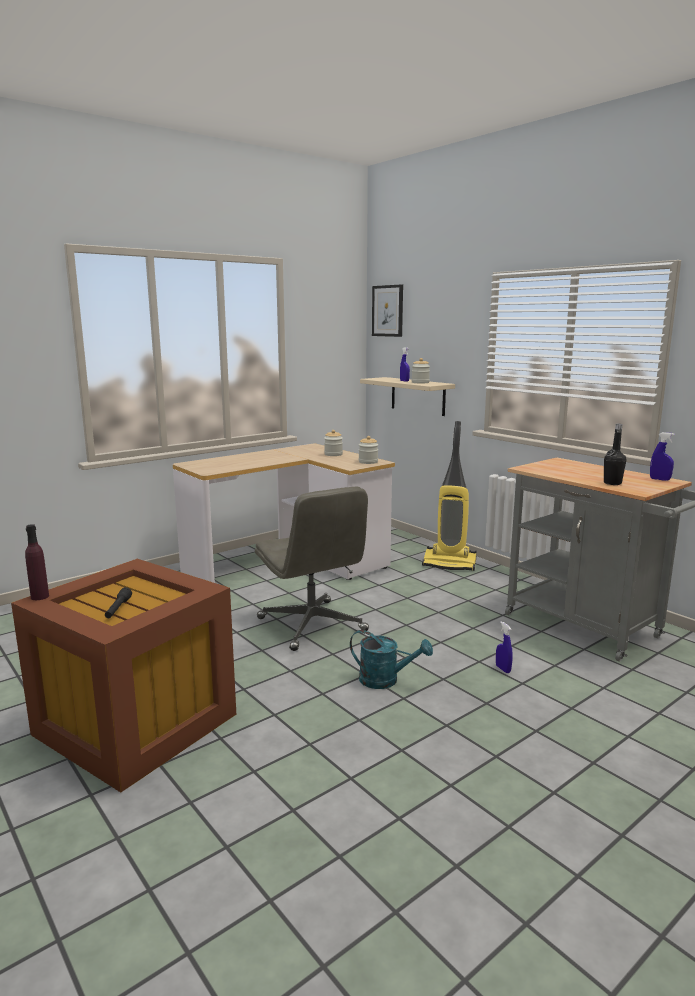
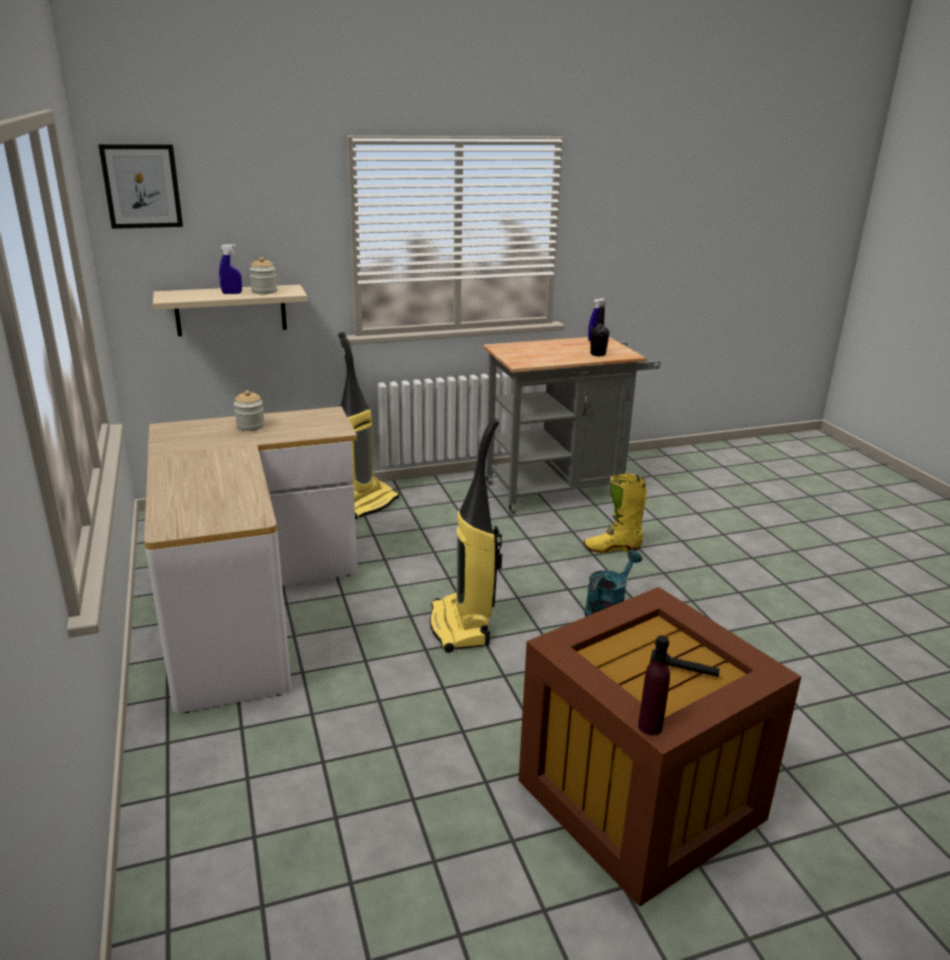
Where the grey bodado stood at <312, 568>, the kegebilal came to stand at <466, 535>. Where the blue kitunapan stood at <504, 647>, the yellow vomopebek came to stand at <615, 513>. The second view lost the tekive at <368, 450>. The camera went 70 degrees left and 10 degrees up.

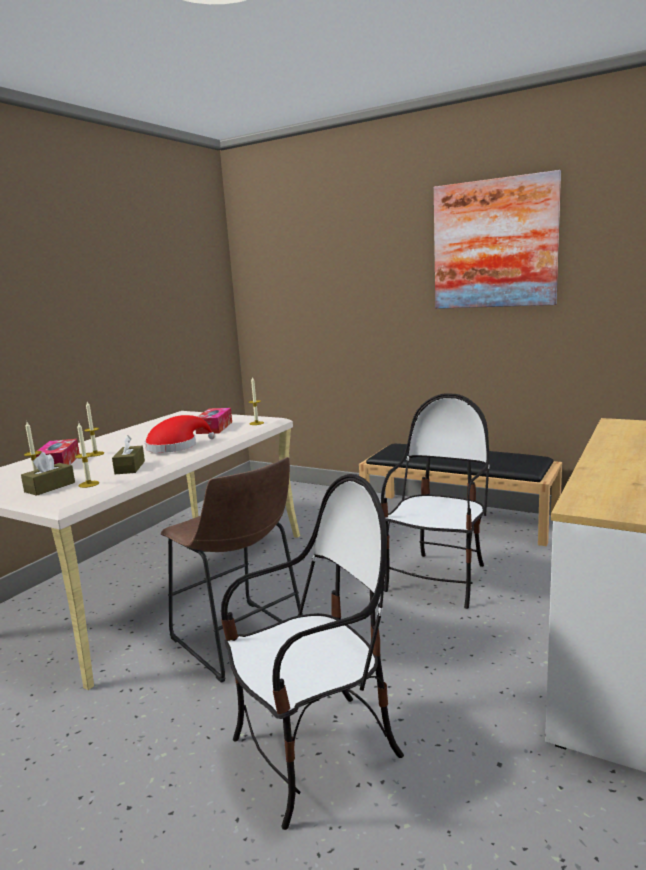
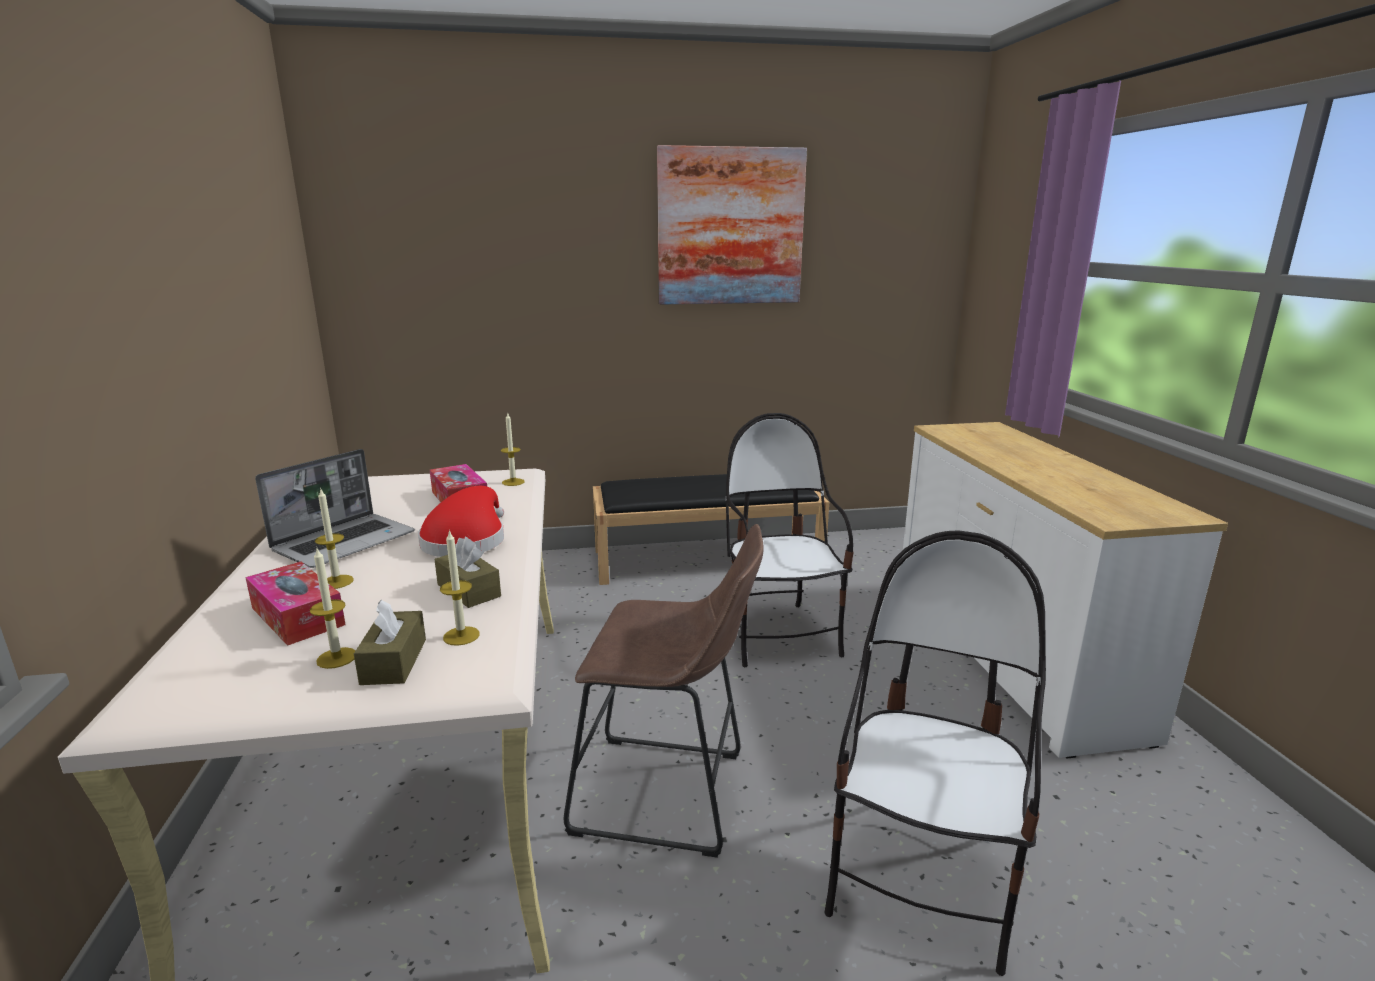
The second view gained the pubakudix at <335, 508>. The camera went 40 degrees left and 5 degrees up.

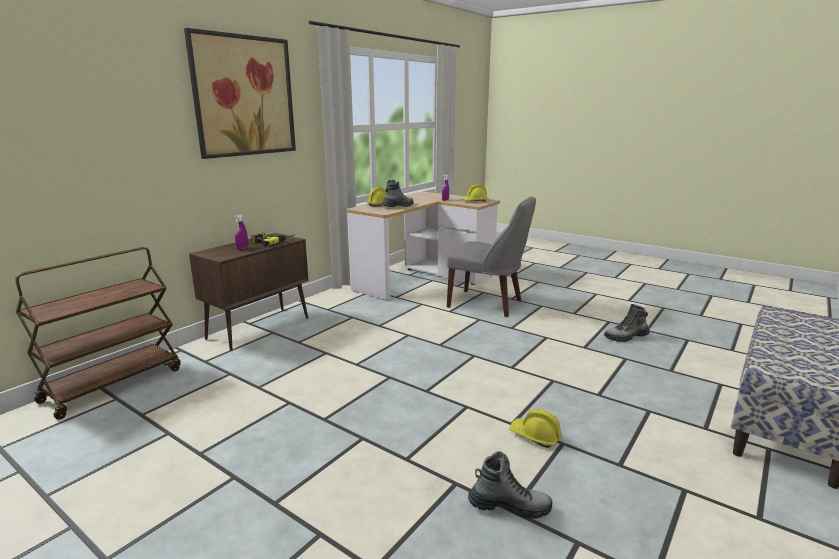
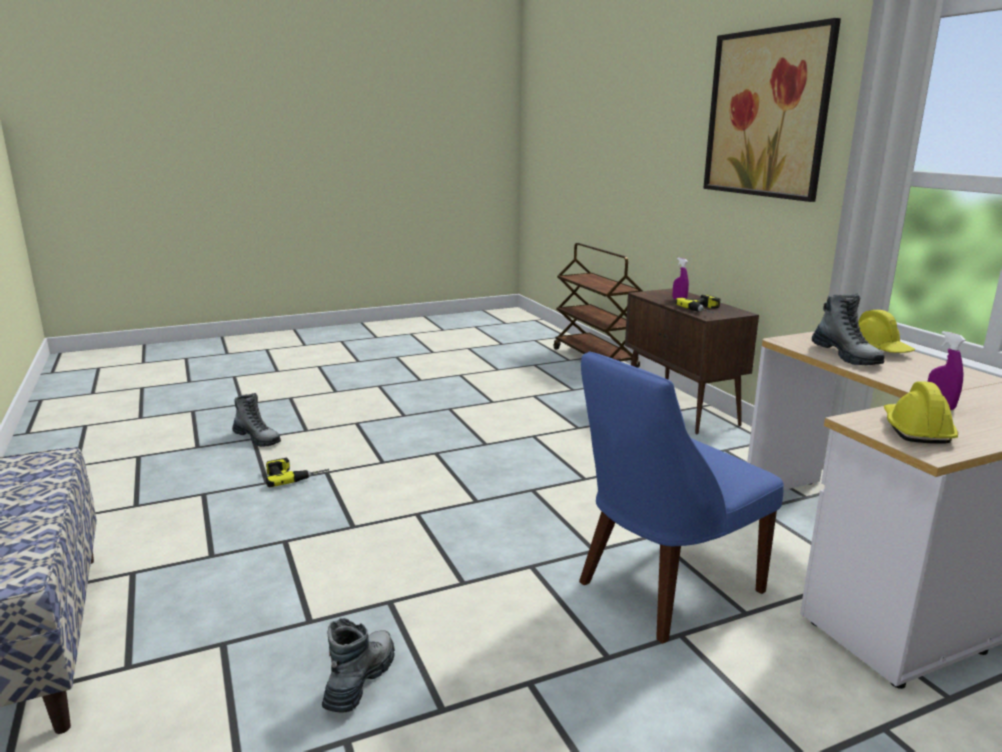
The vomopebek at <510, 485> ended up facing another way, 90 degrees counterclockwise from before. Where the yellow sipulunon stood at <535, 428>, the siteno came to stand at <298, 472>. What was the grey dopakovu at <491, 256> turned into the blue dopakovu at <681, 497>. The camera went 120 degrees right and 0 degrees up.

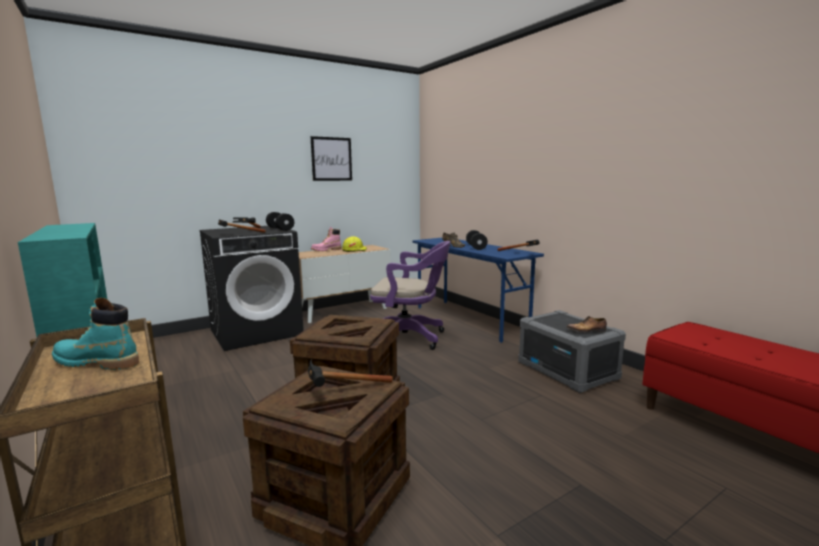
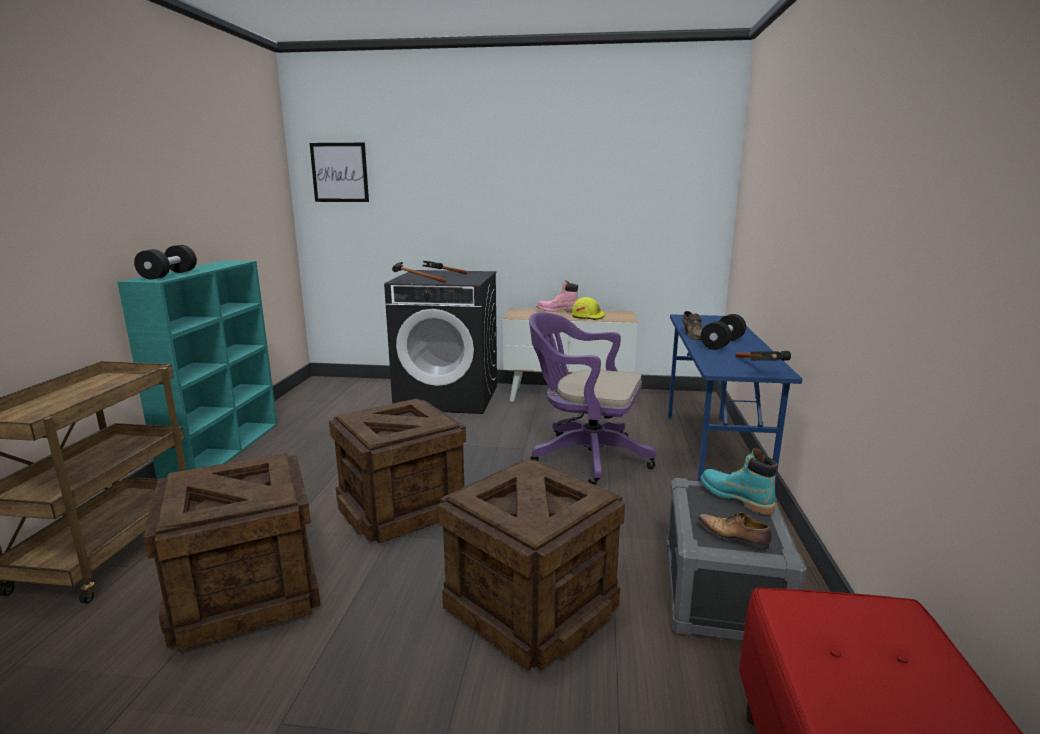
The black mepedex ended up elsewhere, having gone from <280, 221> to <165, 262>. The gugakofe ended up elsewhere, having gone from <331, 158> to <339, 172>. The second view gained the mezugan at <531, 565>. The purple bodado at <410, 295> ended up facing another way, 150 degrees clockwise from before. The turquoise vomopebek ended up elsewhere, having gone from <95, 334> to <739, 481>. The second view lost the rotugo at <350, 373>. The camera went 40 degrees right and 5 degrees up.

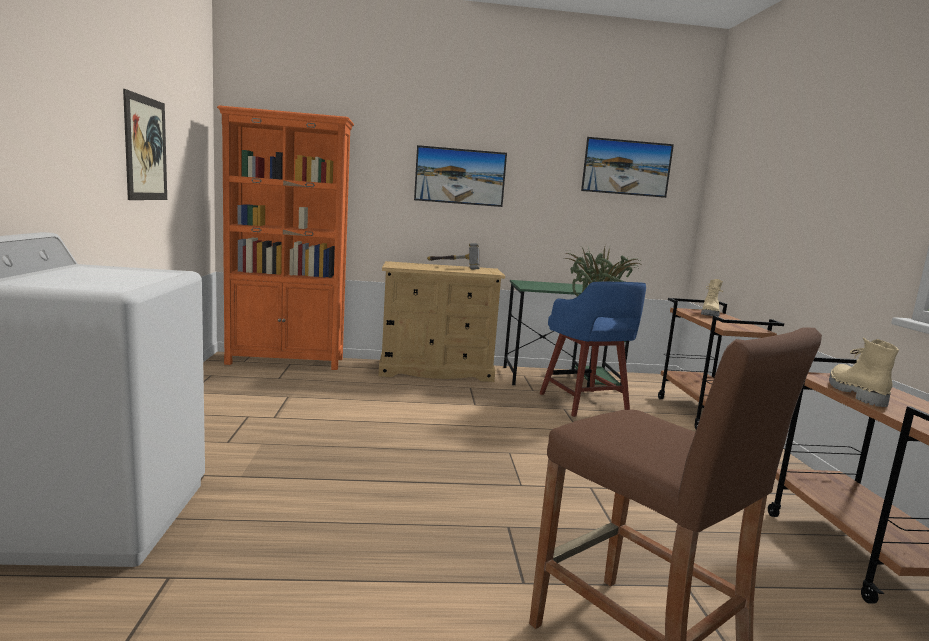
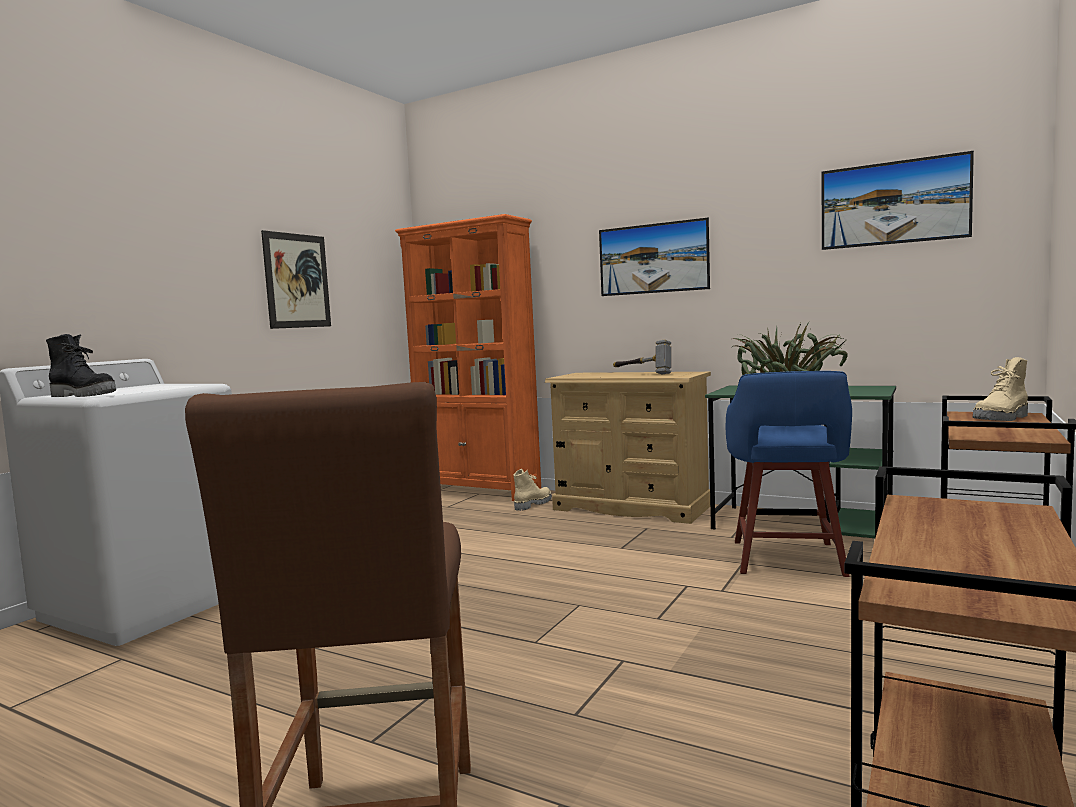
The second view gained the black vomopebek at <81, 365>. The beige vomopebek ended up elsewhere, having gone from <864, 372> to <533, 490>. The camera went 35 degrees right and 5 degrees down.

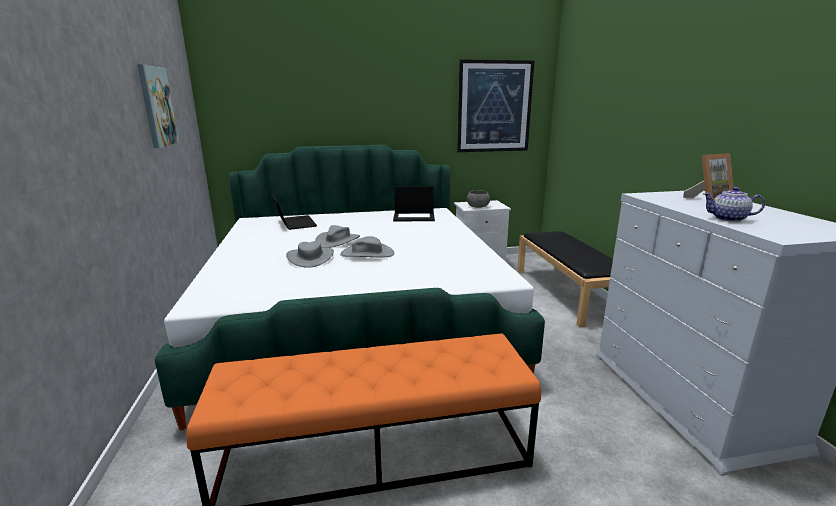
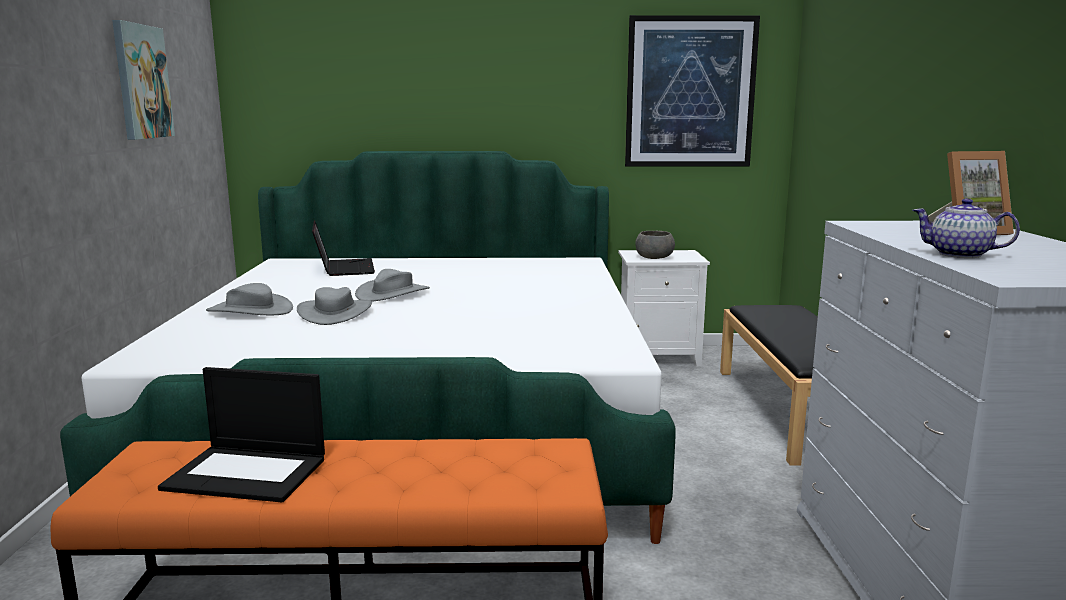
The pubakudix ended up elsewhere, having gone from <414, 203> to <241, 434>. The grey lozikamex ended up elsewhere, having gone from <367, 247> to <249, 299>. The camera went 10 degrees right and 5 degrees down.

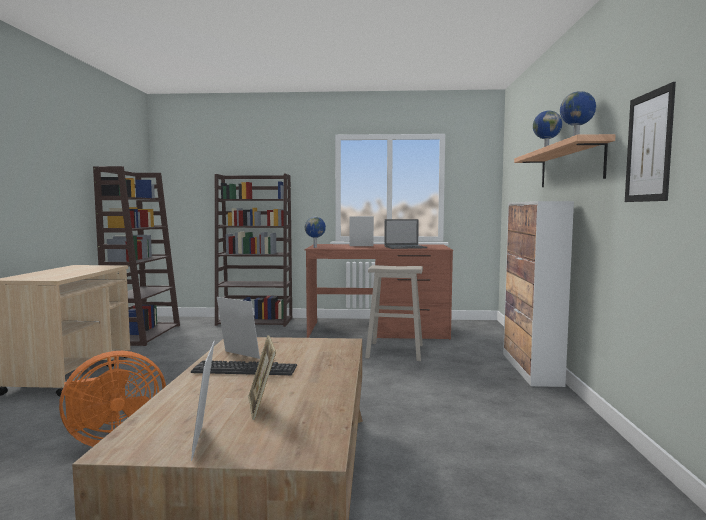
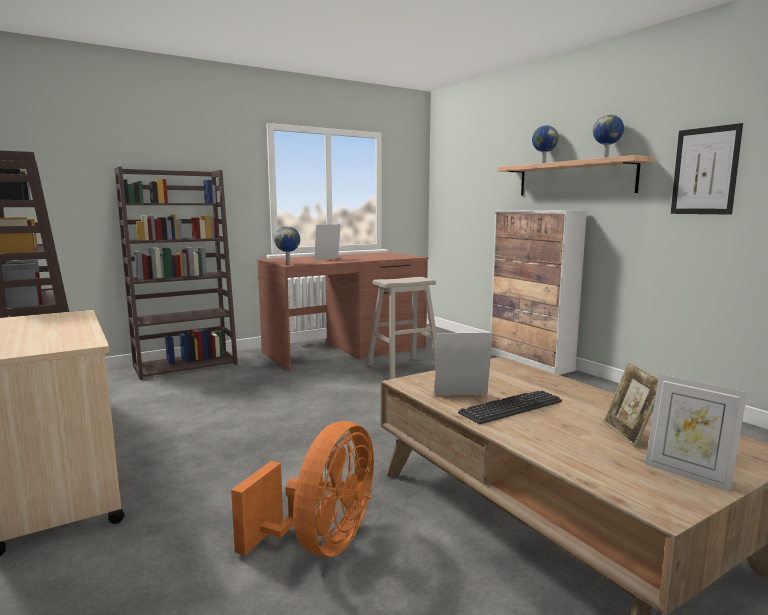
The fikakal at <262, 377> ended up facing another way, 45 degrees clockwise from before. The second view lost the pubakudix at <405, 234>. The camera went 35 degrees left and 5 degrees up.

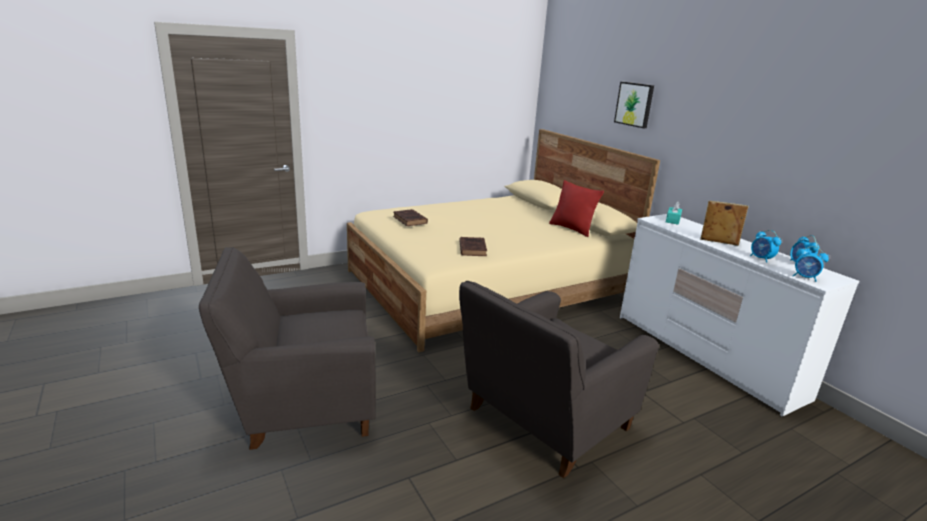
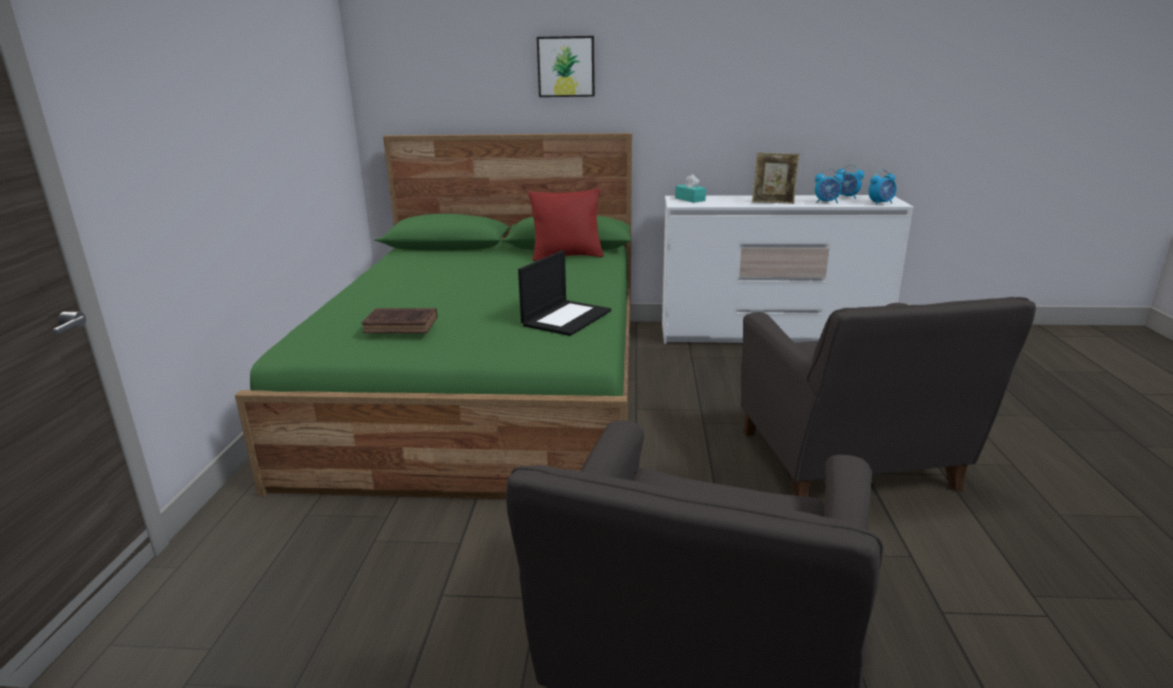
What was the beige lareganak at <503, 240> turned into the green lareganak at <433, 316>. Where the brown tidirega stood at <473, 246>, the pubakudix came to stand at <564, 293>. The fikakal at <724, 223> ended up facing another way, 135 degrees counterclockwise from before. The camera went 55 degrees left and 0 degrees up.

